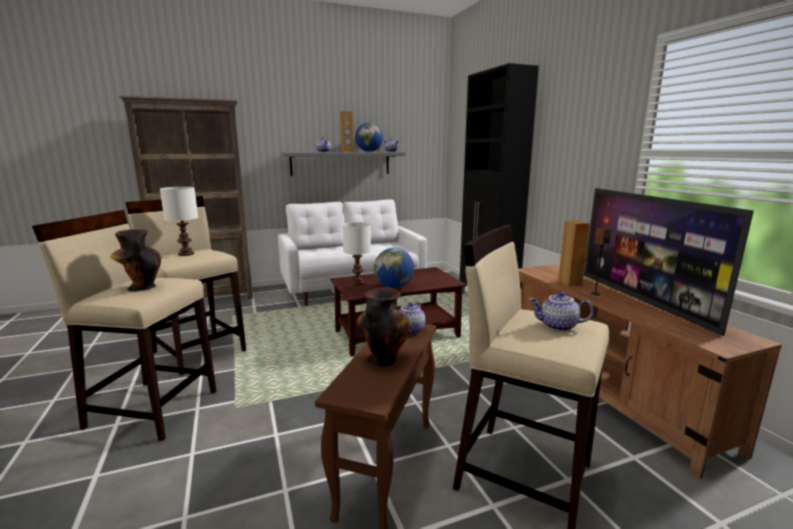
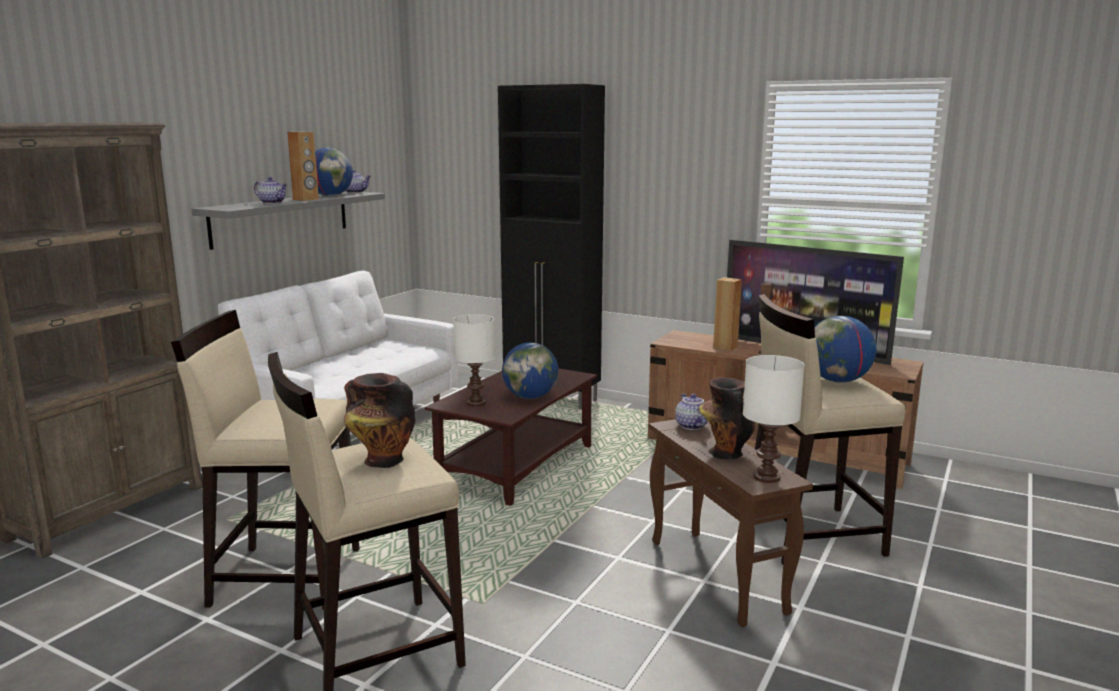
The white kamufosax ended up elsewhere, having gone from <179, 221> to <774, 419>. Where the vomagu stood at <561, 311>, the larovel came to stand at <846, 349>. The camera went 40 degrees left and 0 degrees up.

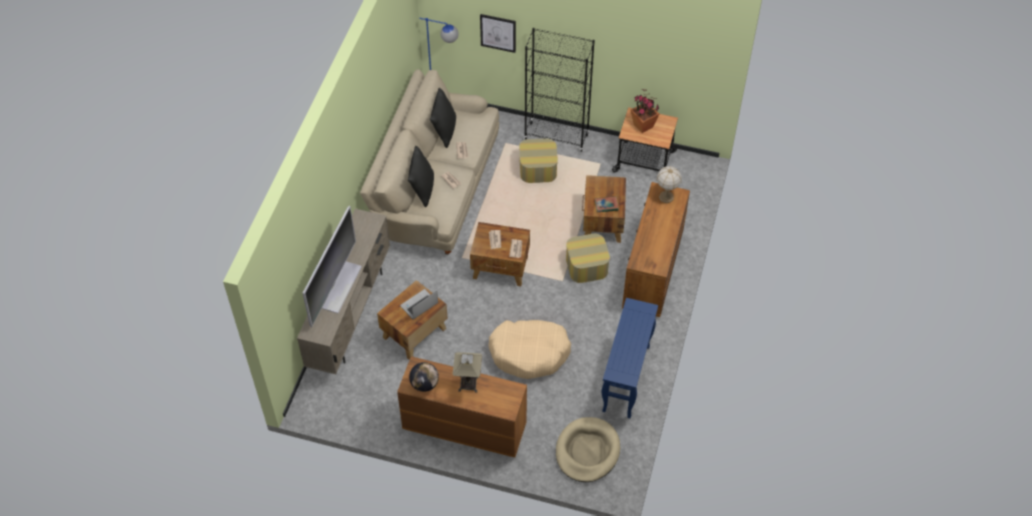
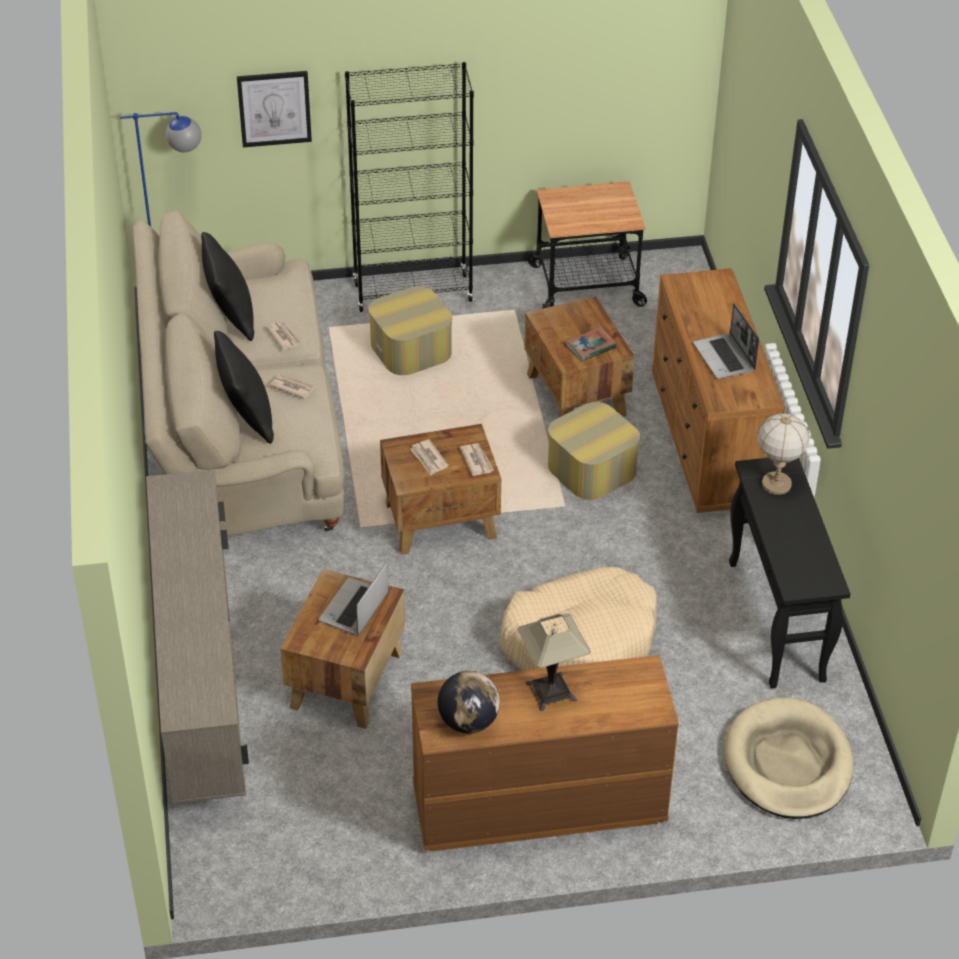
The second view gained the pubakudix at <726, 341>. What was the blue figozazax at <630, 358> turned into the black figozazax at <790, 573>. The kamufosax ended up elsewhere, having gone from <669, 184> to <783, 454>. The second view lost the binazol at <332, 266>. The second view lost the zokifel at <645, 111>. The camera went 25 degrees left and 10 degrees down.

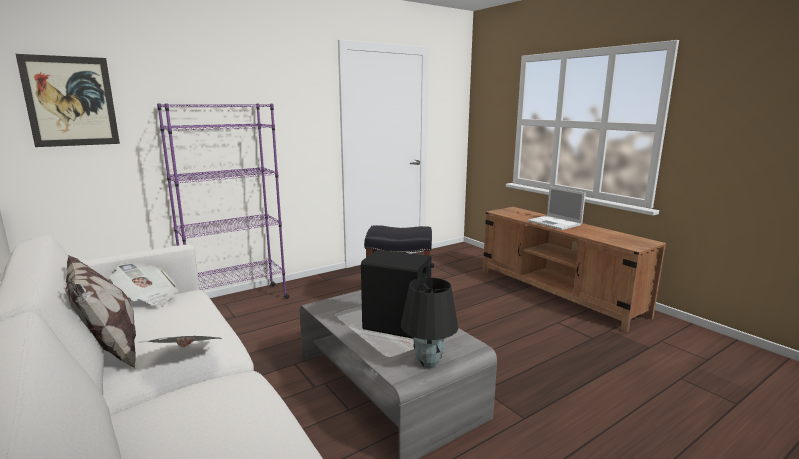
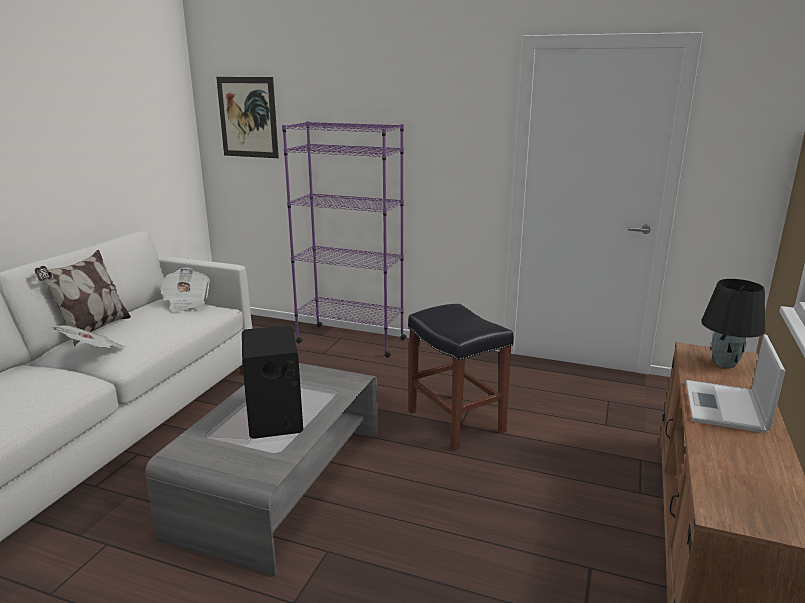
The black kamufosax ended up elsewhere, having gone from <429, 322> to <733, 323>. The camera went 55 degrees right and 5 degrees up.

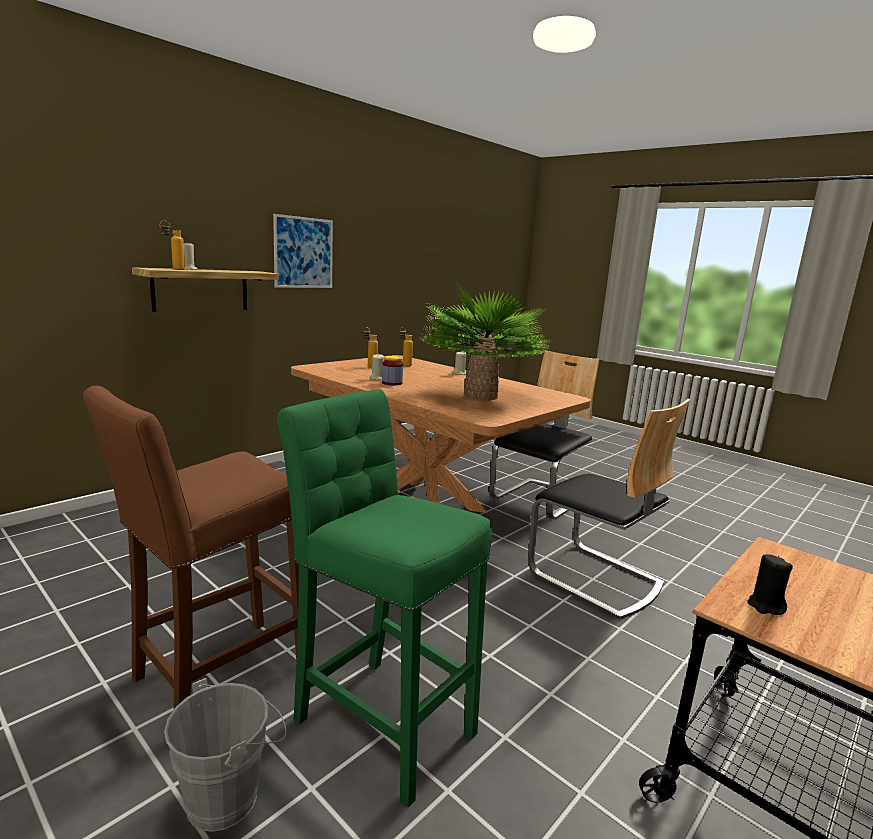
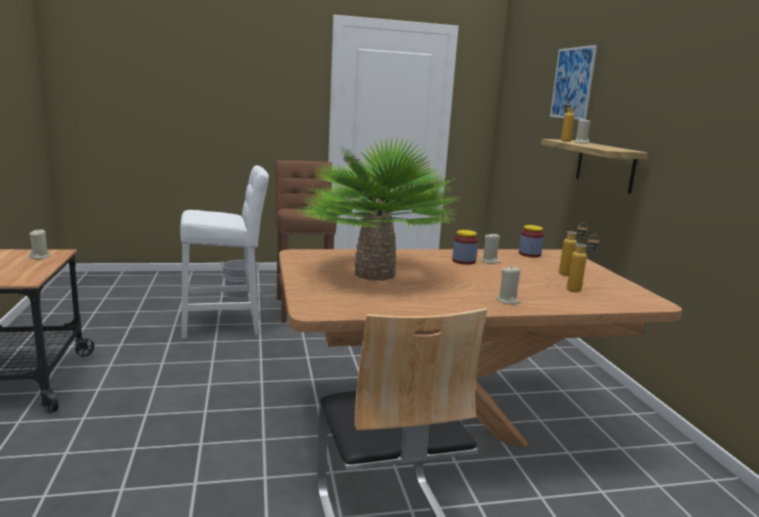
What was the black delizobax at <770, 584> turned into the beige delizobax at <39, 244>. What was the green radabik at <384, 598> turned into the white radabik at <224, 251>. The second view gained the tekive at <531, 241>. The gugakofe ended up elsewhere, having gone from <303, 251> to <573, 82>. The second view lost the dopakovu at <609, 509>. The camera went 125 degrees right and 0 degrees up.

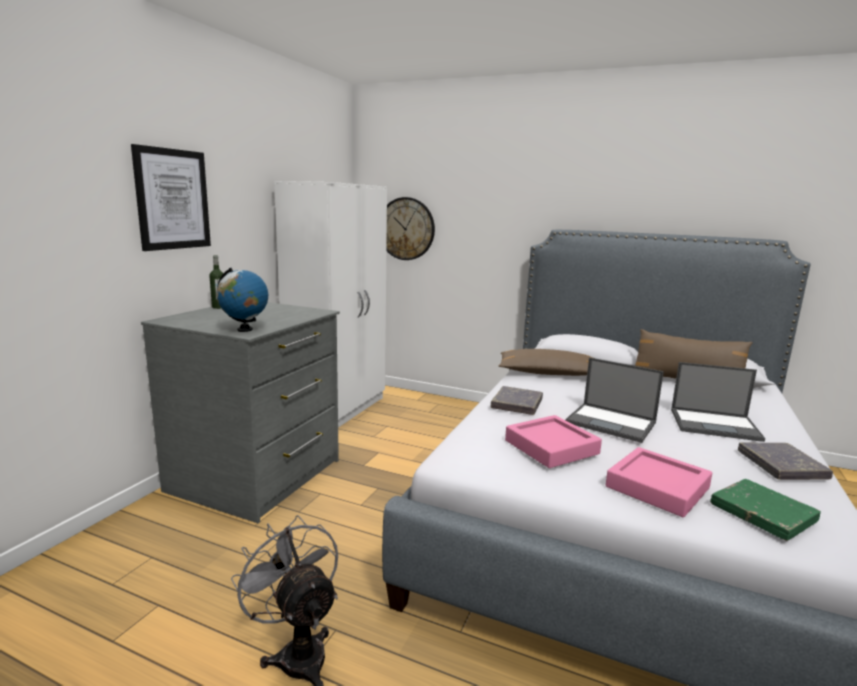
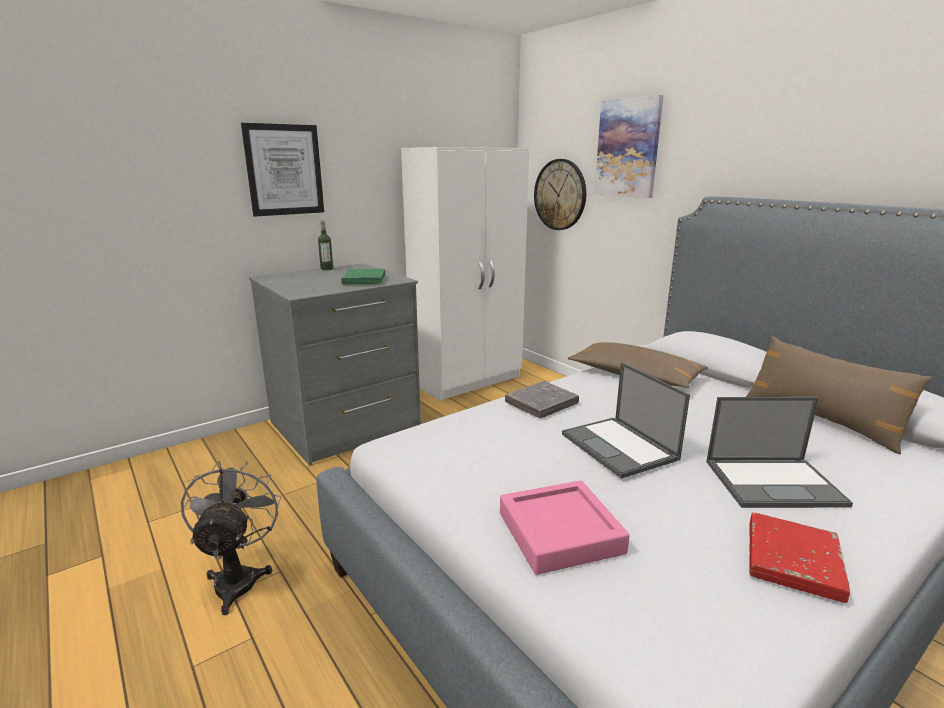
The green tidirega ended up elsewhere, having gone from <765, 510> to <363, 276>. The second view gained the gugakofe at <628, 146>. The pubakudix at <718, 402> ended up facing another way, 45 degrees counterclockwise from before. What was the grey tidirega at <785, 461> turned into the red tidirega at <799, 557>. The second view lost the larovel at <242, 300>. The second view lost the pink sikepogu at <553, 441>. The camera went 30 degrees right and 5 degrees up.

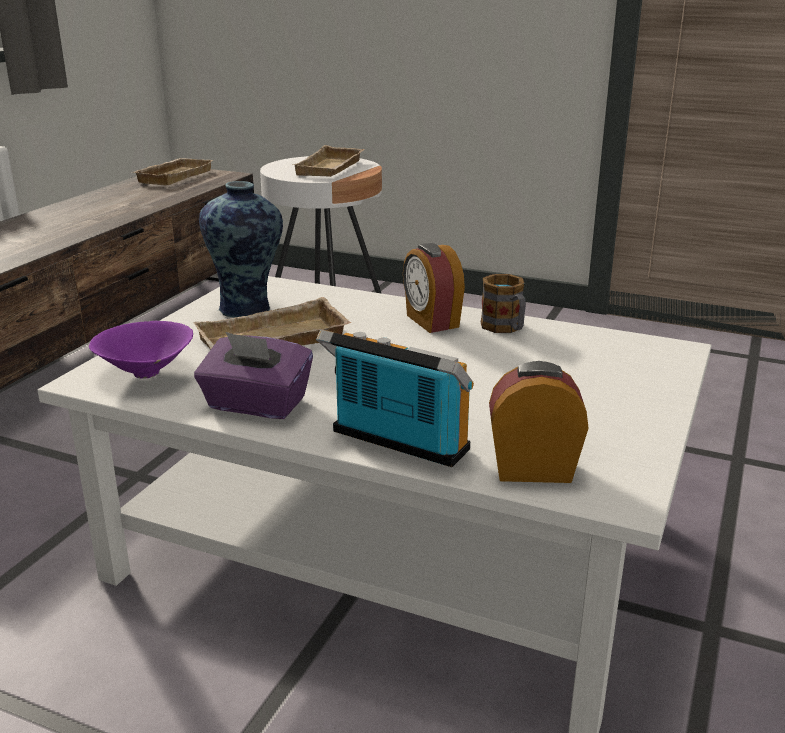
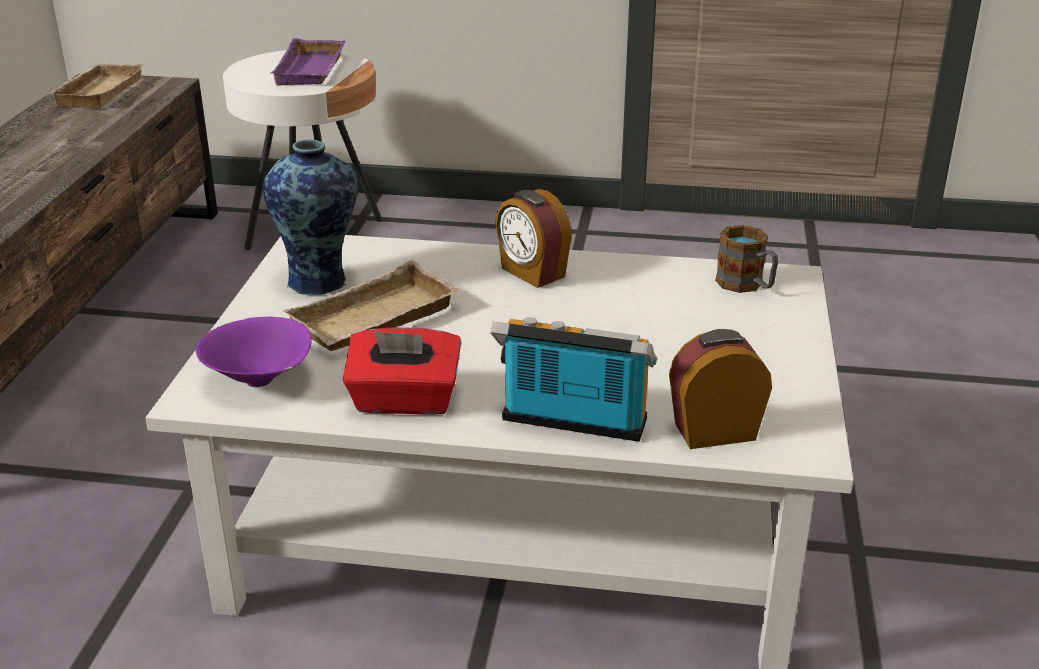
What was the beige sikepogu at <328, 161> turned into the purple sikepogu at <308, 62>. What was the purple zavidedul at <253, 375> turned into the red zavidedul at <401, 371>. The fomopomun ended up elsewhere, having gone from <503, 303> to <746, 259>. The camera went 15 degrees left and 5 degrees up.

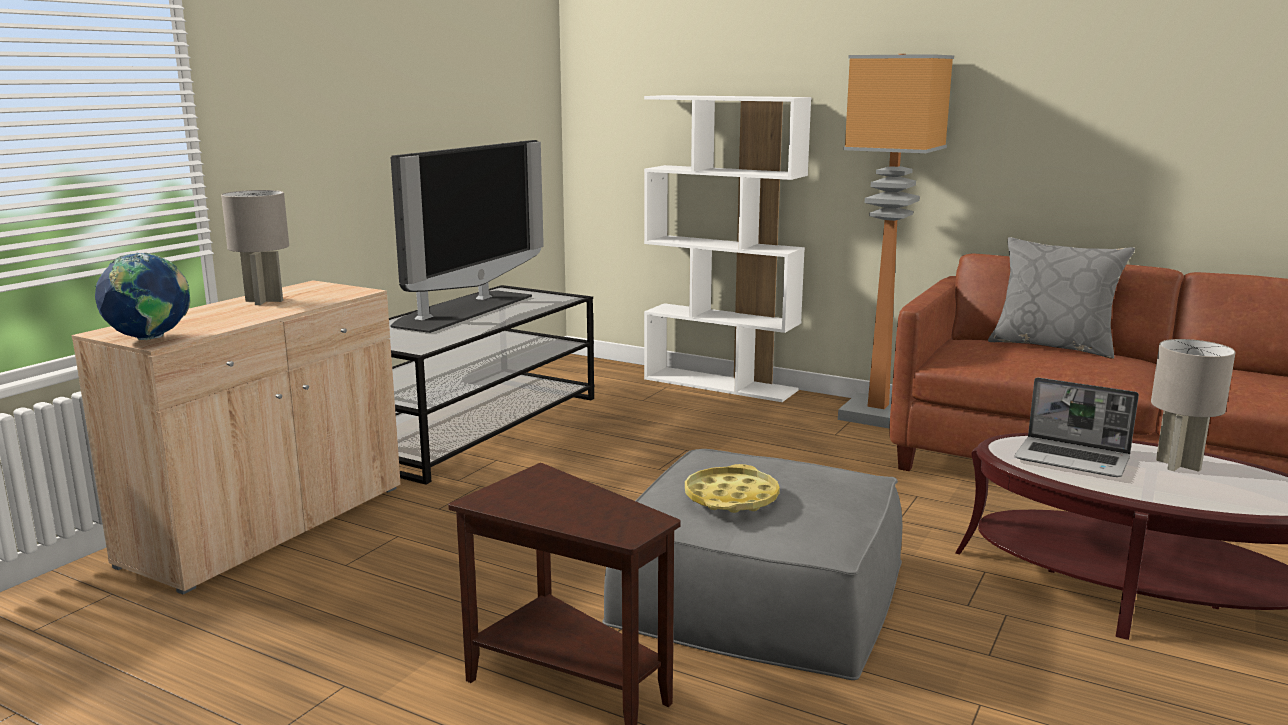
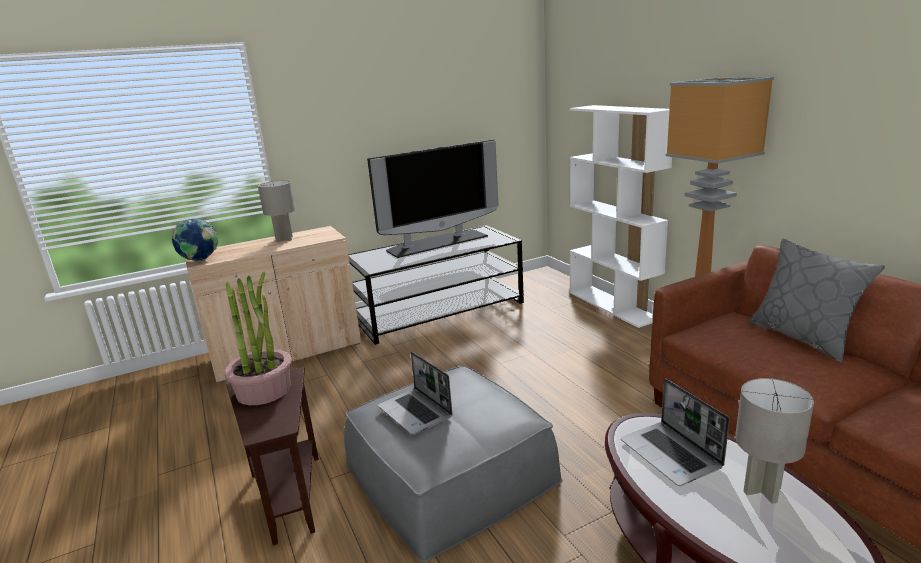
The second view gained the zokifel at <258, 338>. Where the yellow sikepogu stood at <732, 488>, the pubakudix came to stand at <415, 393>. The camera went 35 degrees right and 5 degrees up.

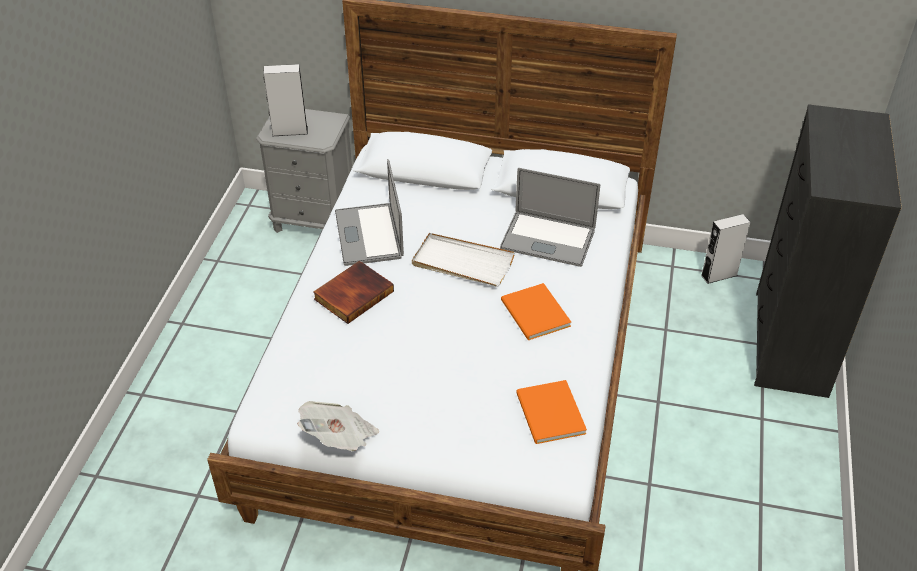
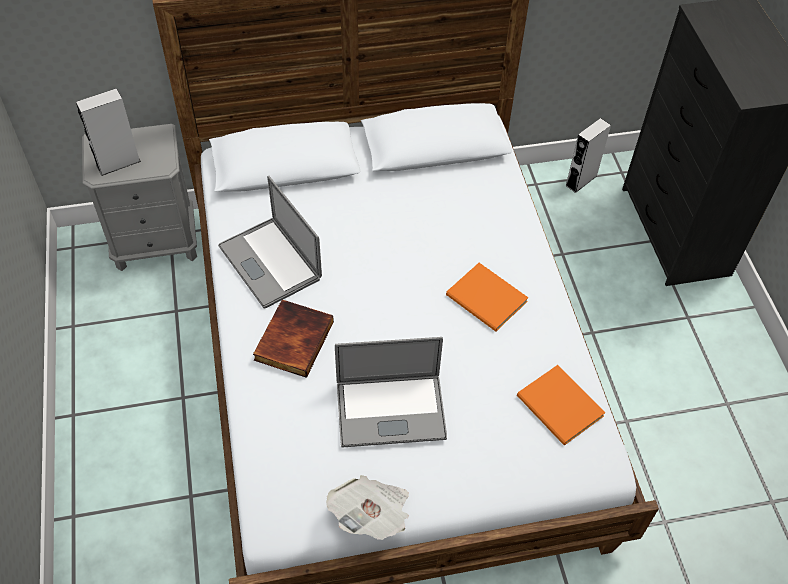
The pubakudix ended up elsewhere, having gone from <550, 217> to <391, 392>. The second view lost the white sikepogu at <463, 260>. The camera went 25 degrees left and 10 degrees up.

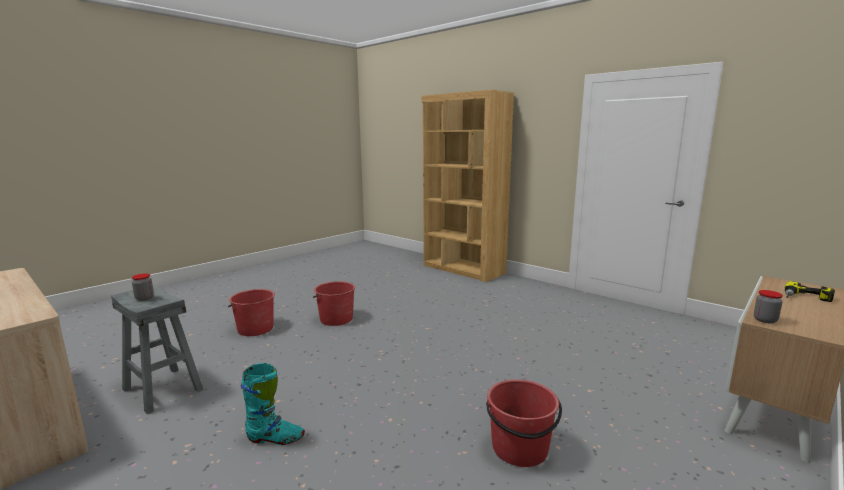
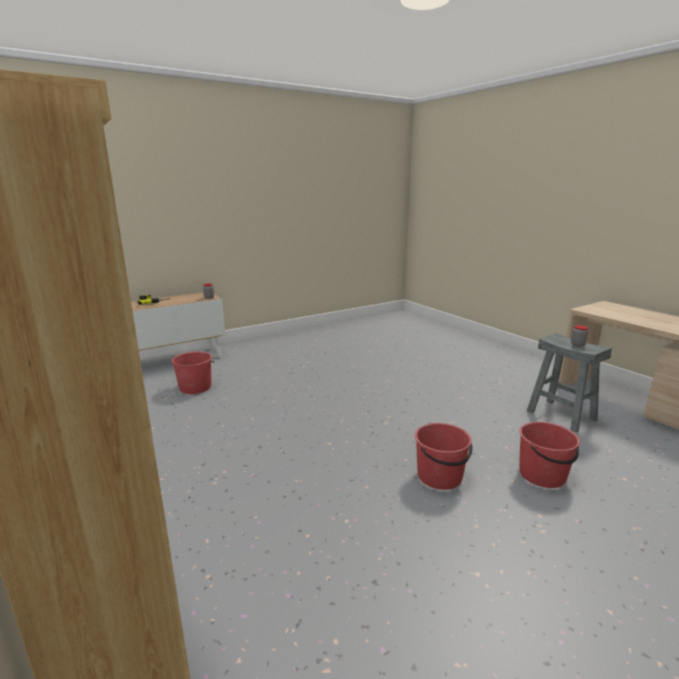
The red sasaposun ended up elsewhere, having gone from <524, 423> to <193, 372>. The second view lost the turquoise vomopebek at <273, 404>. The camera went 165 degrees left and 5 degrees up.

